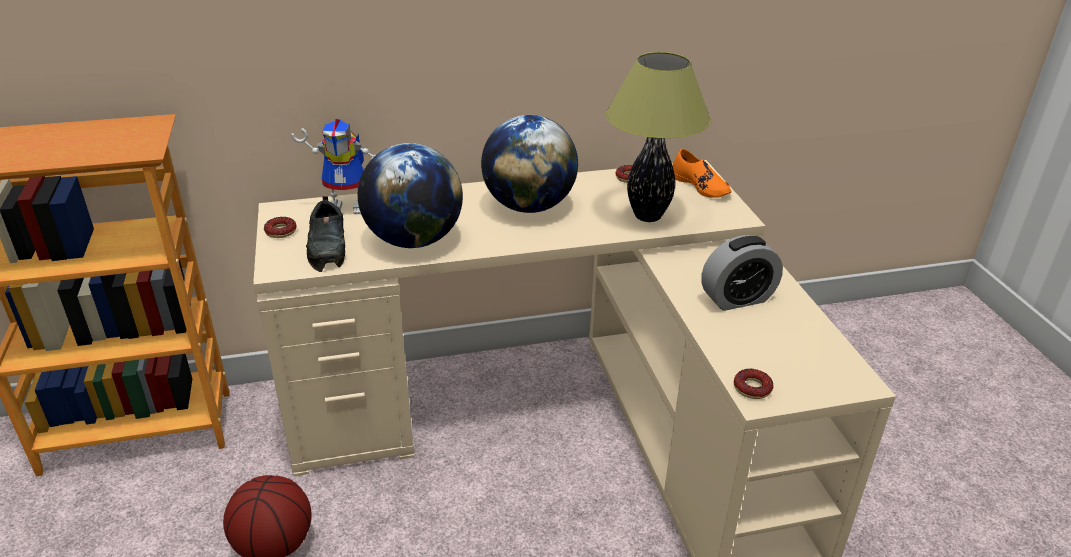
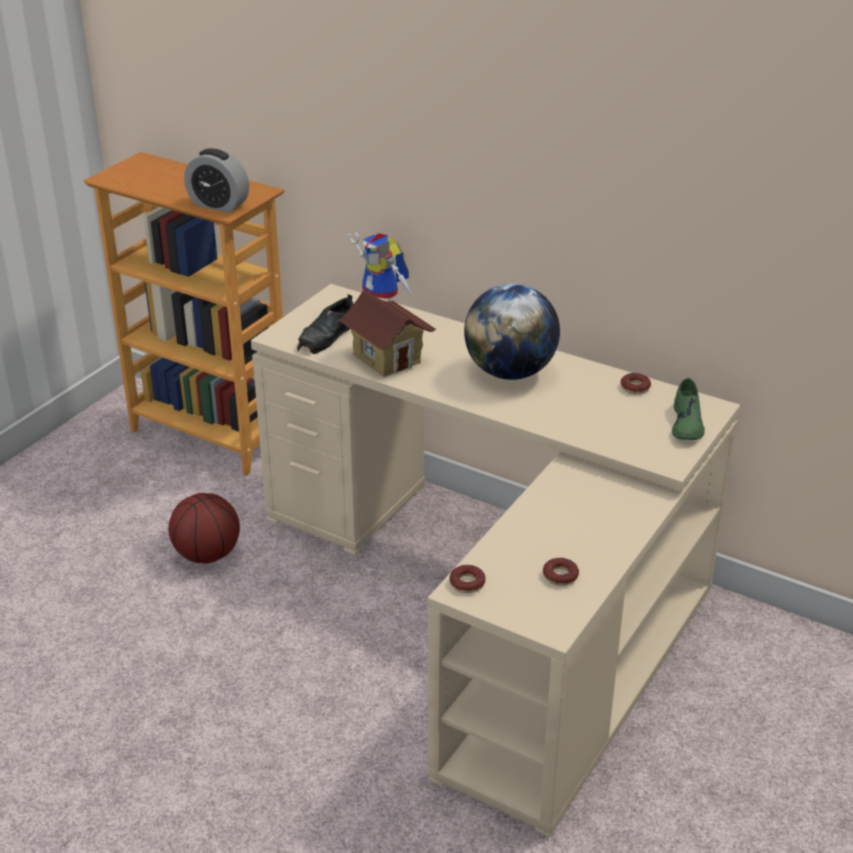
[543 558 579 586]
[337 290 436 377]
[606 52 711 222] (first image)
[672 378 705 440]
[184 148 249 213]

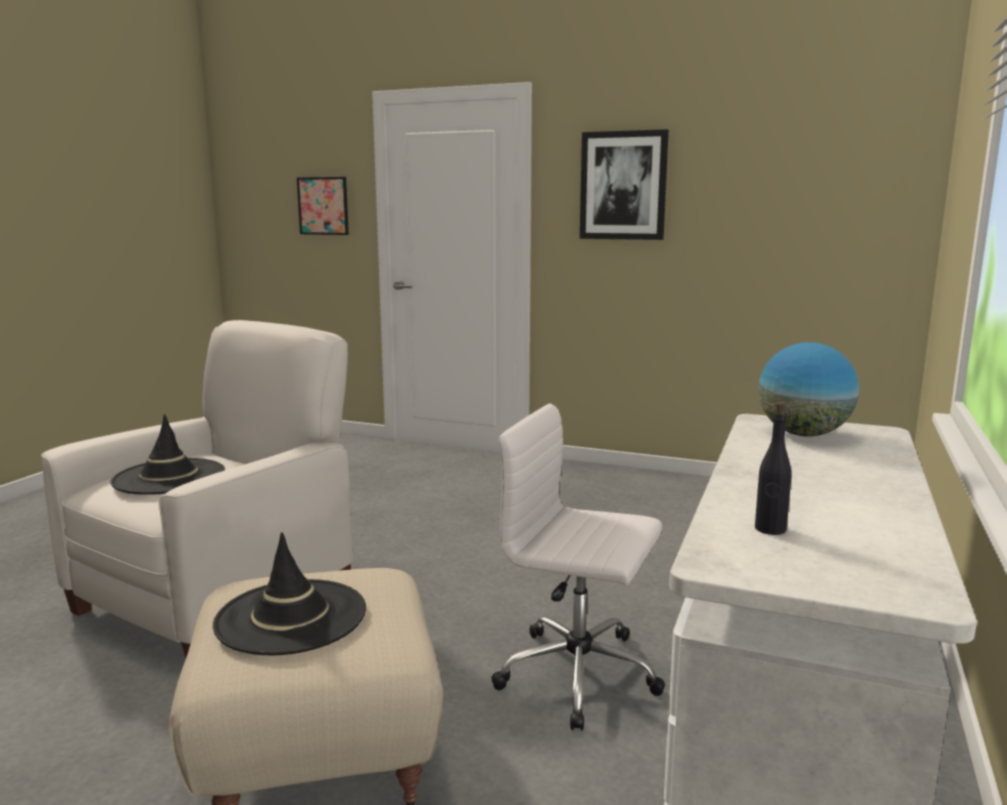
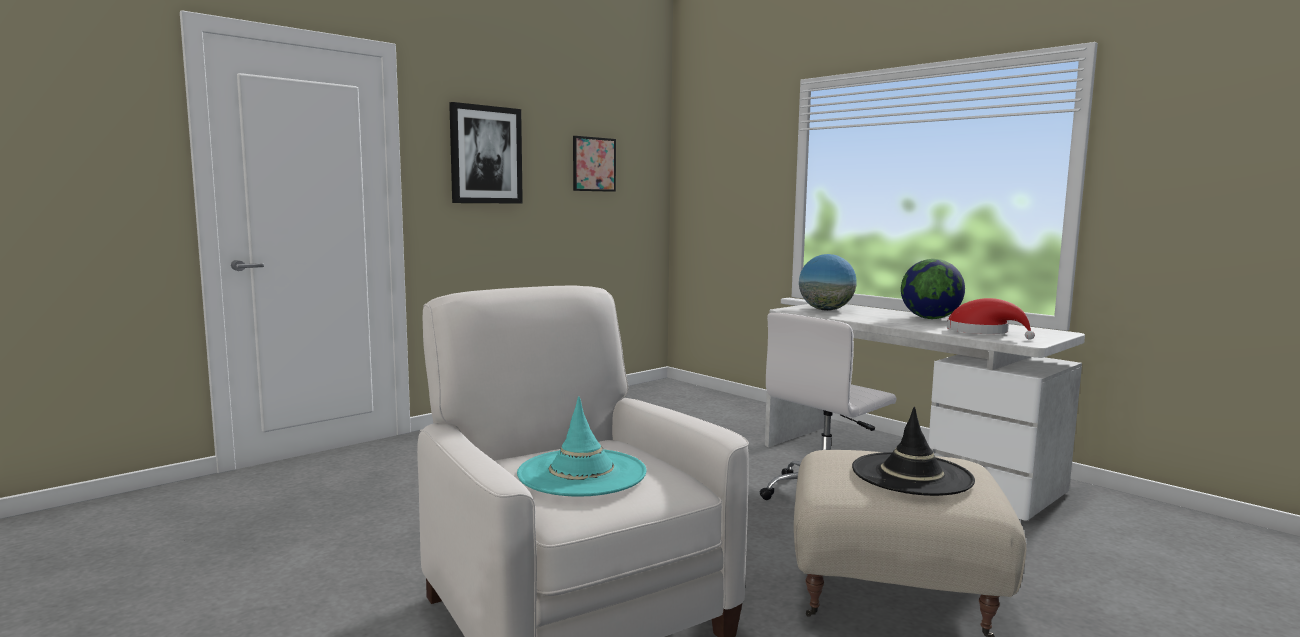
[517 396 647 497]
[573 136 616 192]
[947 298 1035 340]
[901 259 965 319]

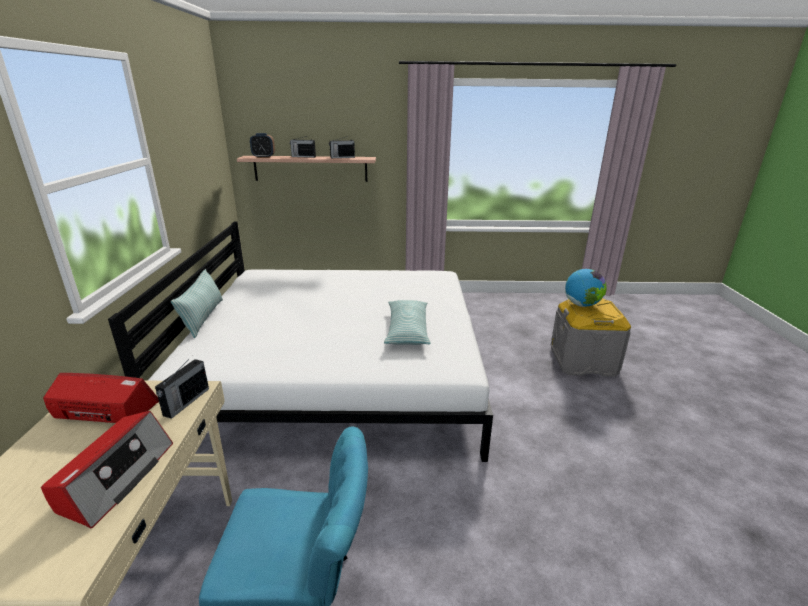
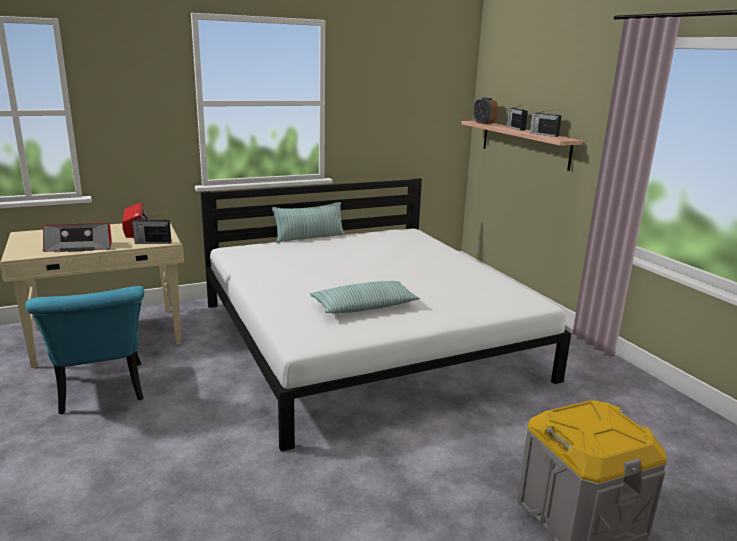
[565 269 607 307] (first image)

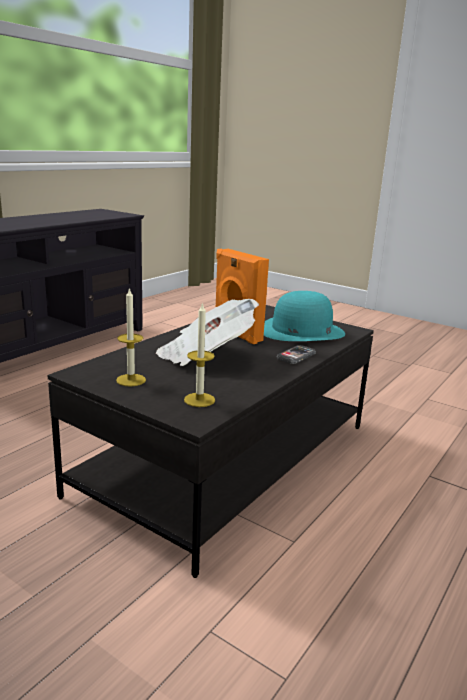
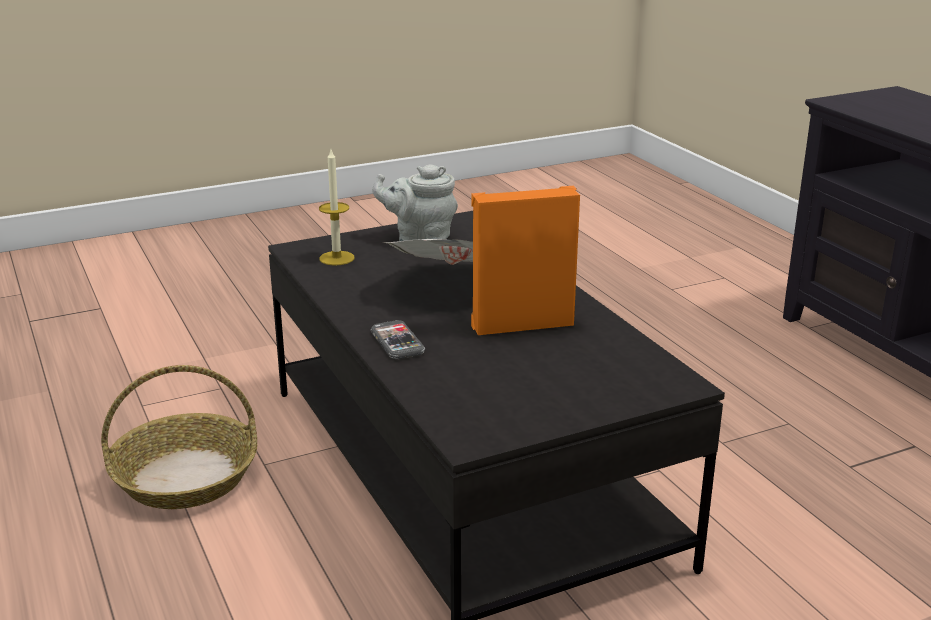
[372 164 458 241]
[264 291 345 341] (first image)
[101 365 257 509]

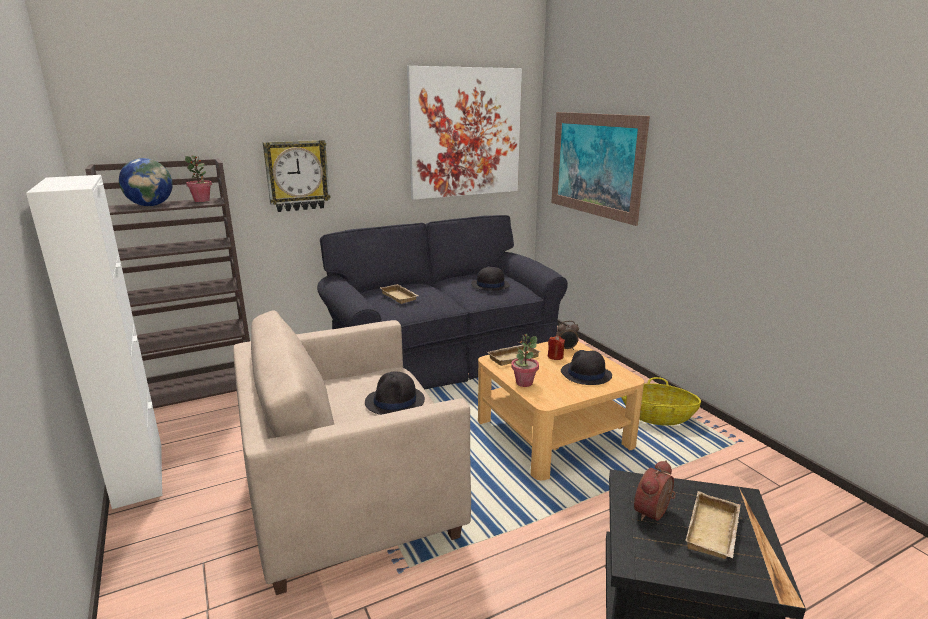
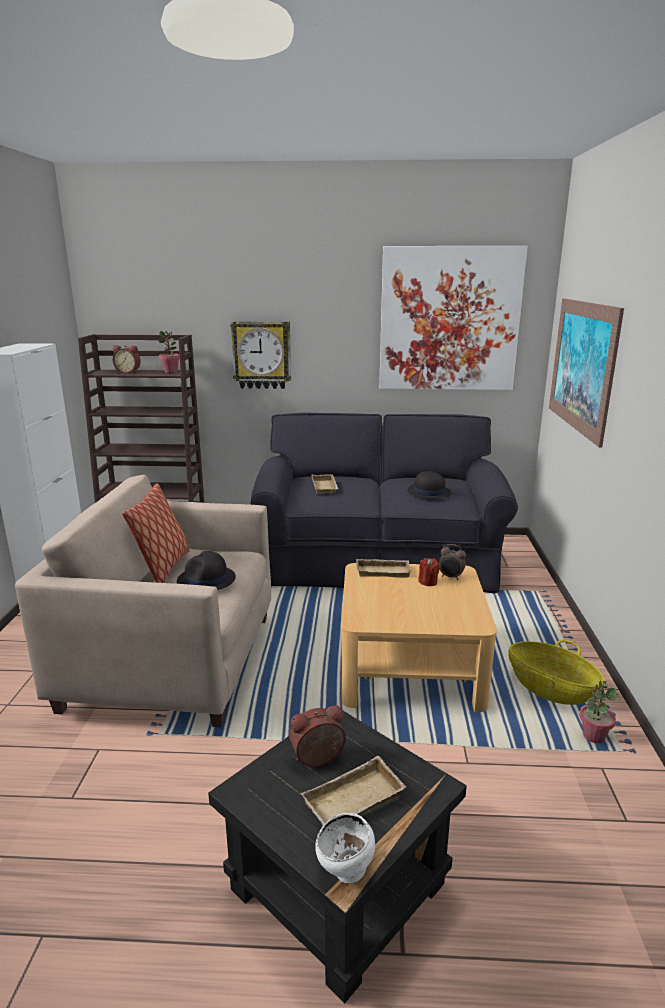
[113 345 141 373]
[579 681 618 743]
[561 350 612 385] (first image)
[122 484 190 583]
[315 813 375 883]

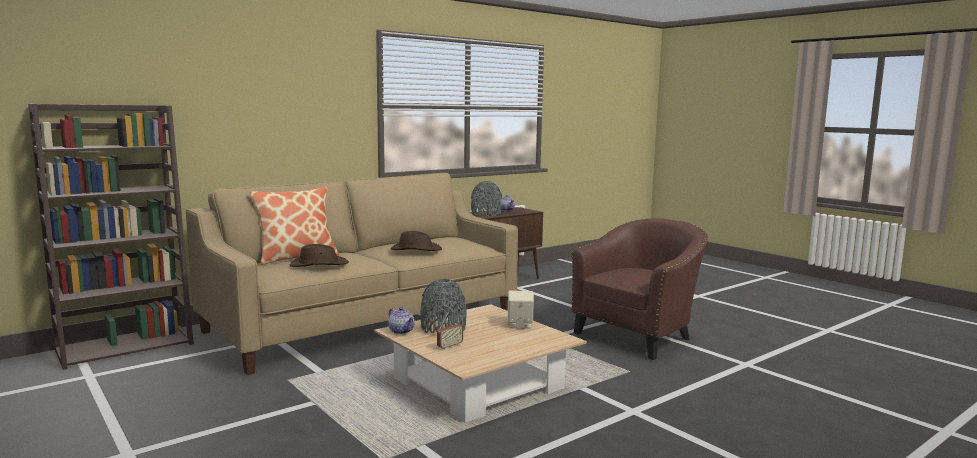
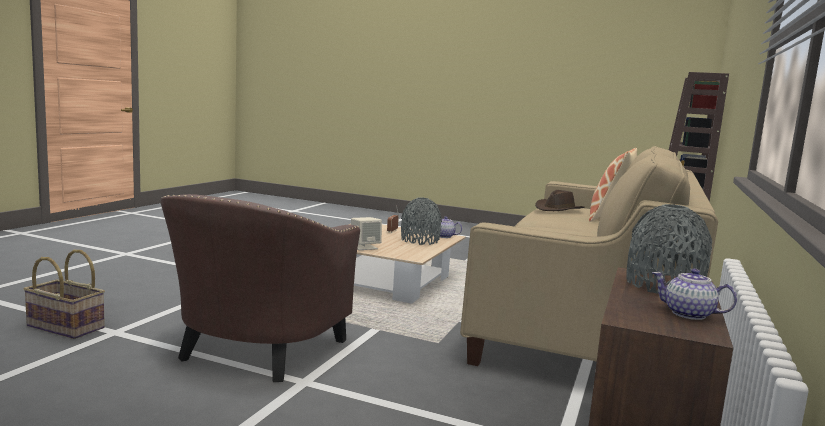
[390 231 442 251] (first image)
[23 250 105 339]

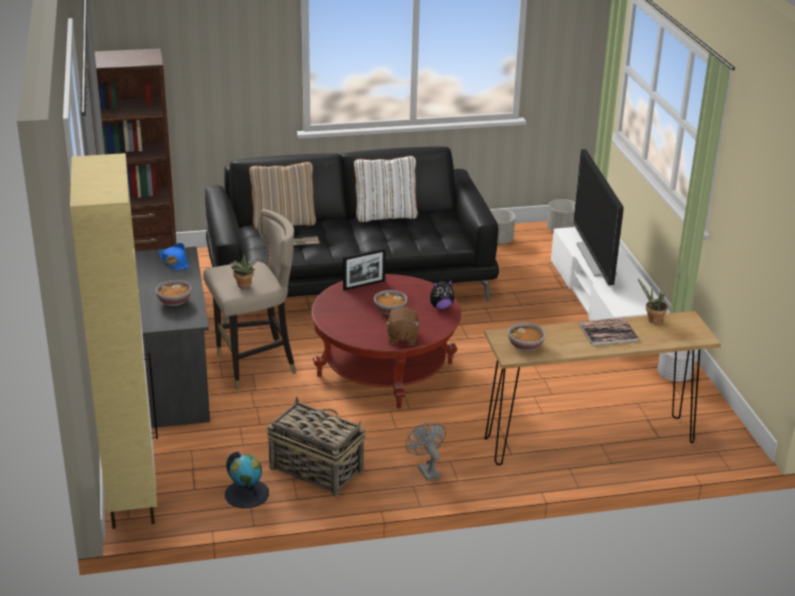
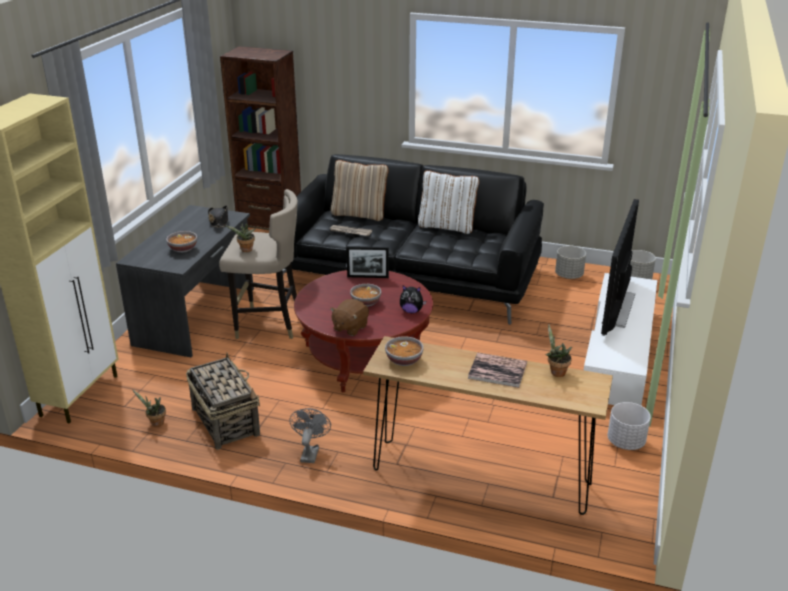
[208 206 228 228]
[132 389 166 427]

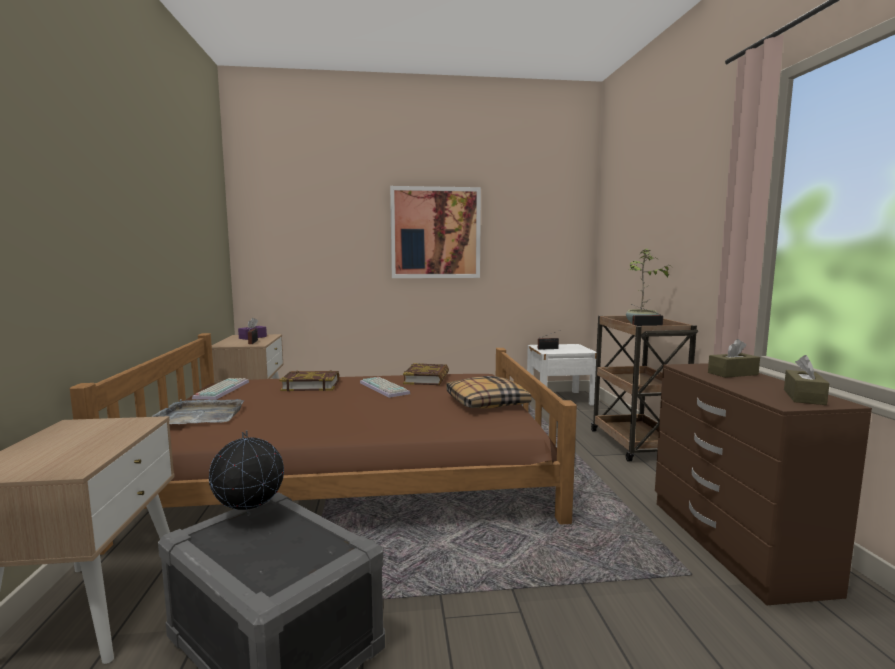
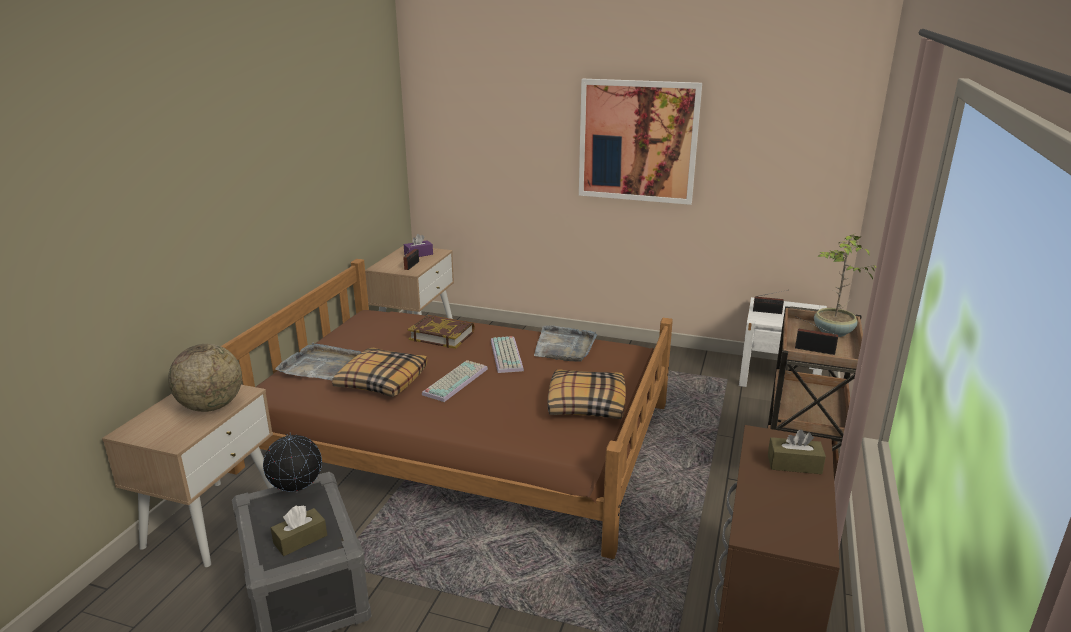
[422 360 488 402]
[534 325 597 362]
[271 506 327 556]
[168 344 242 412]
[332 347 427 397]

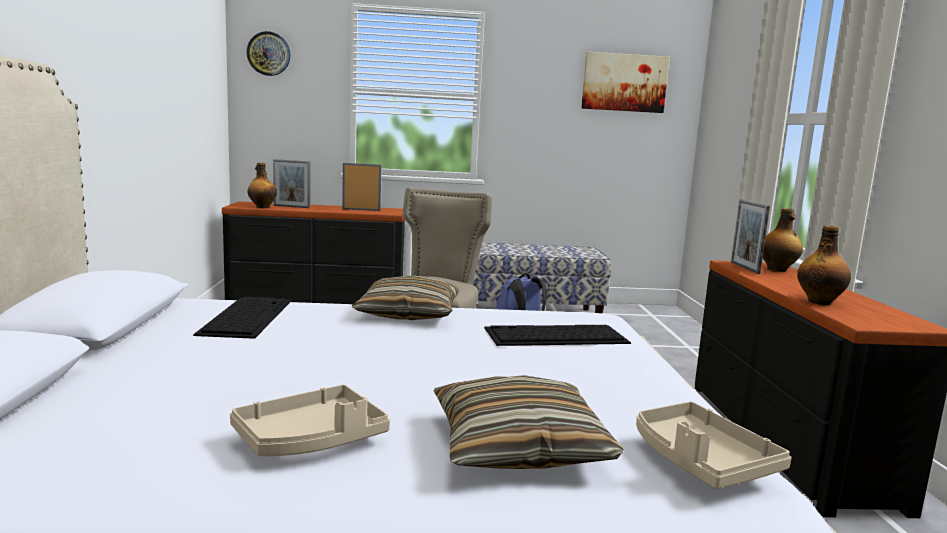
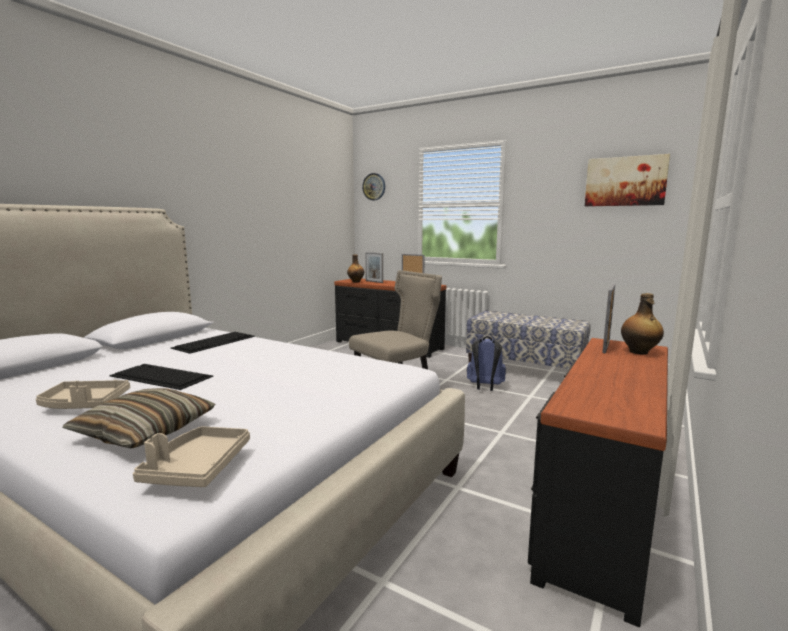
[352 275 459 320] (first image)
[109 364 213 390]
[797 225 851 305] (first image)

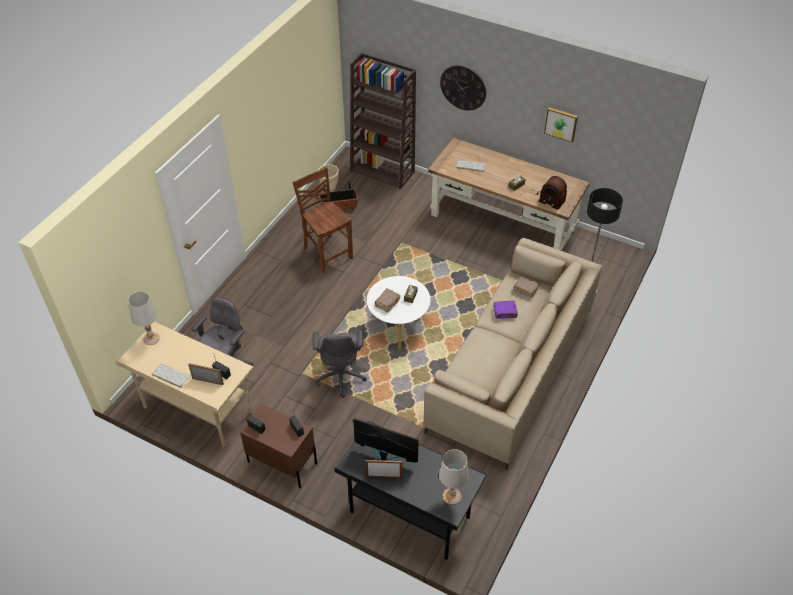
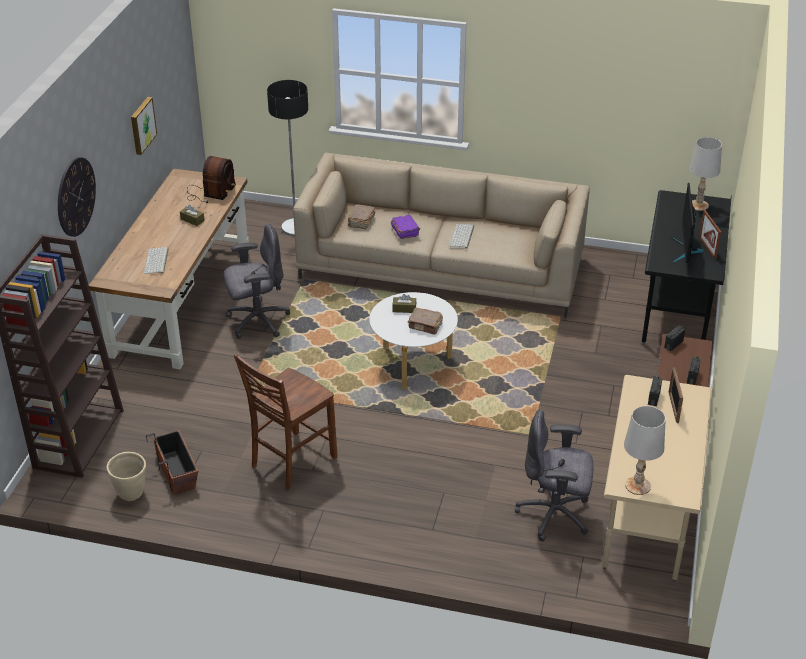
[449 224 474 249]
[224 224 290 339]

